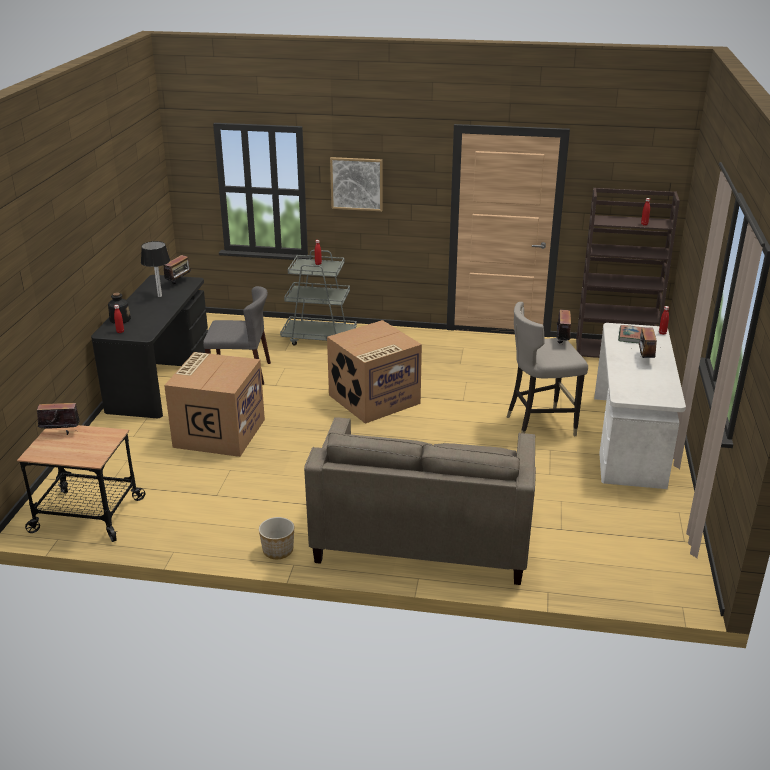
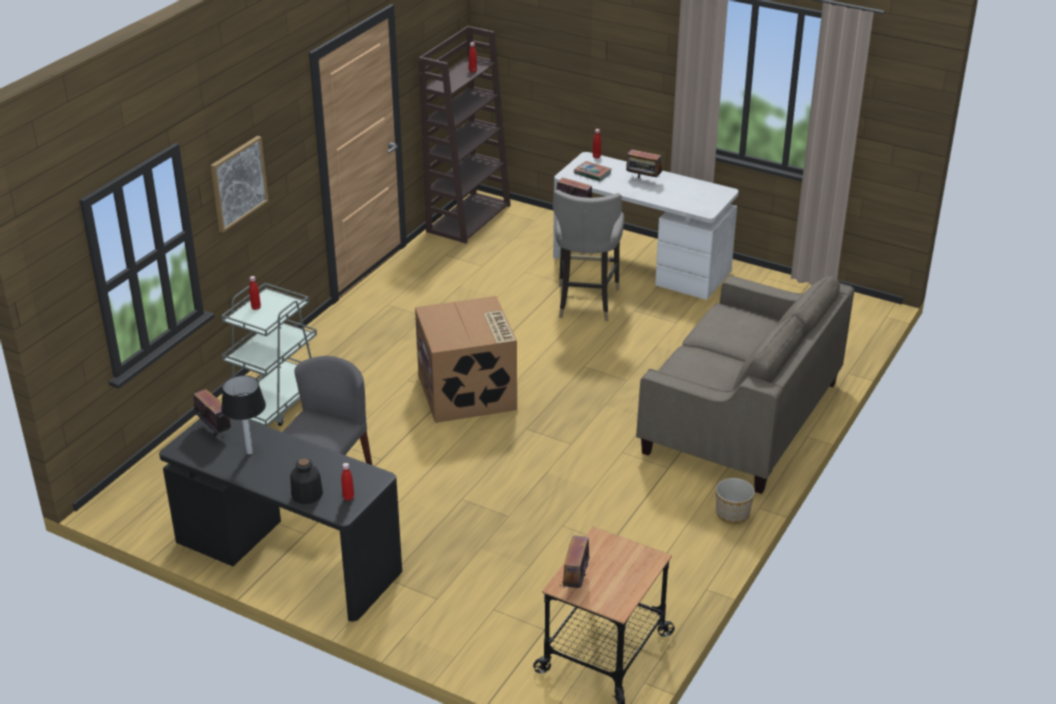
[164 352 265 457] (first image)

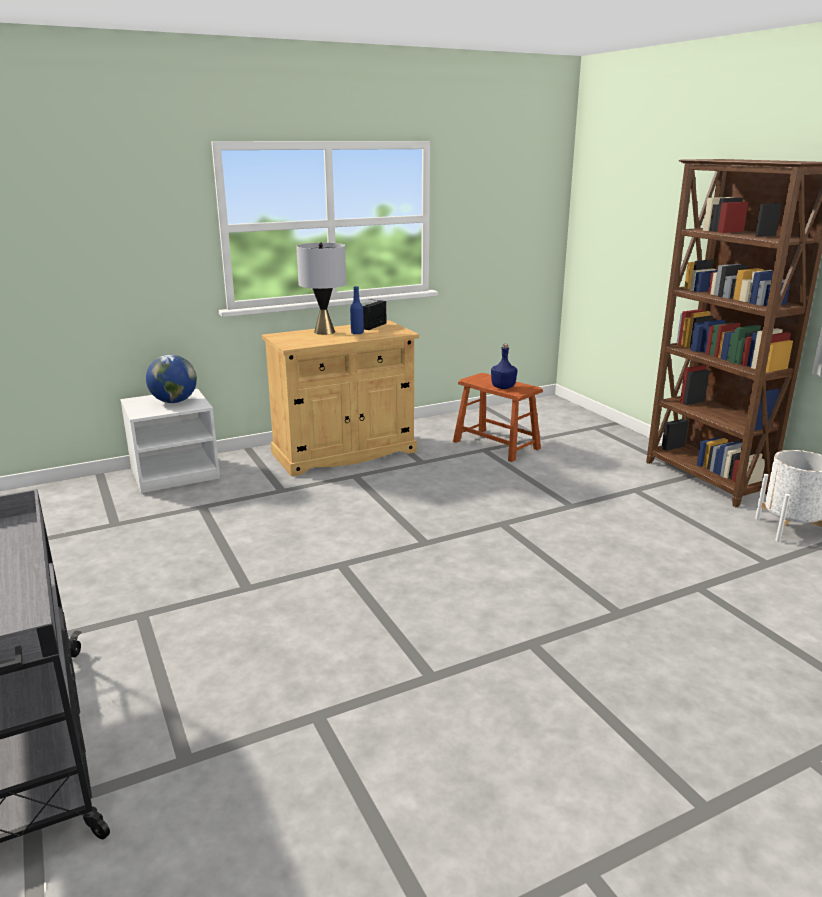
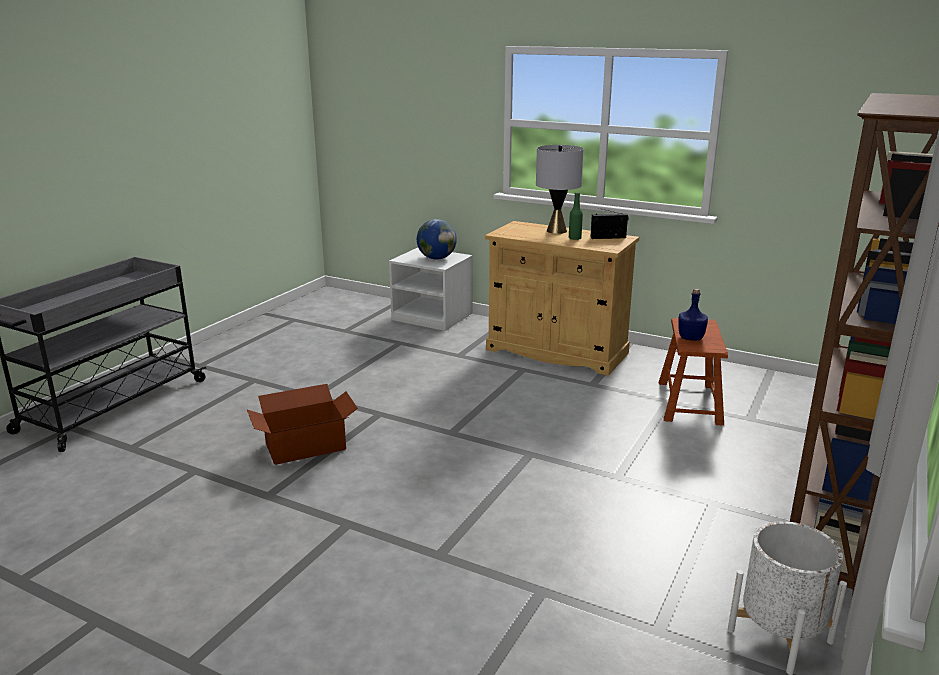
[569 192 583 240]
[247 384 358 465]

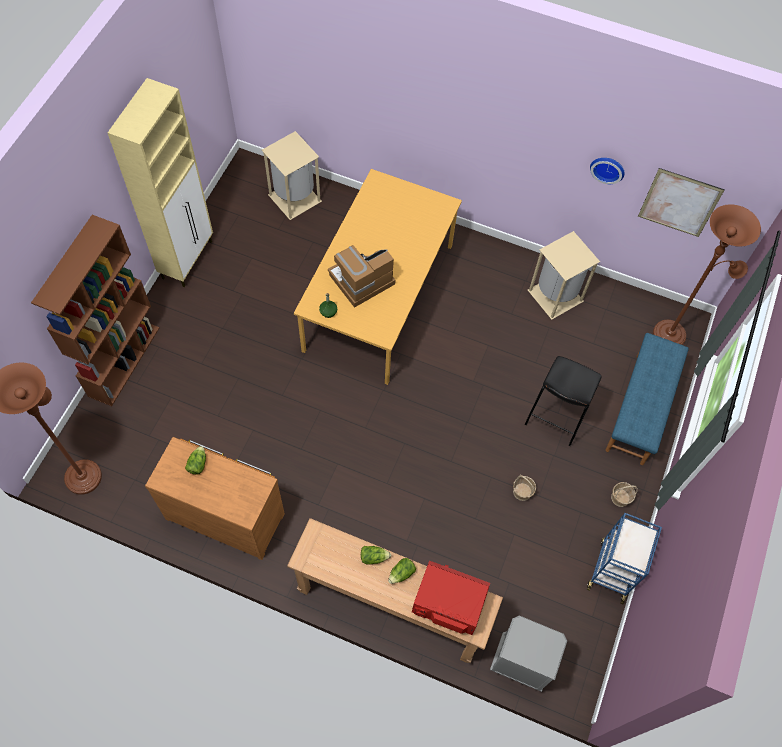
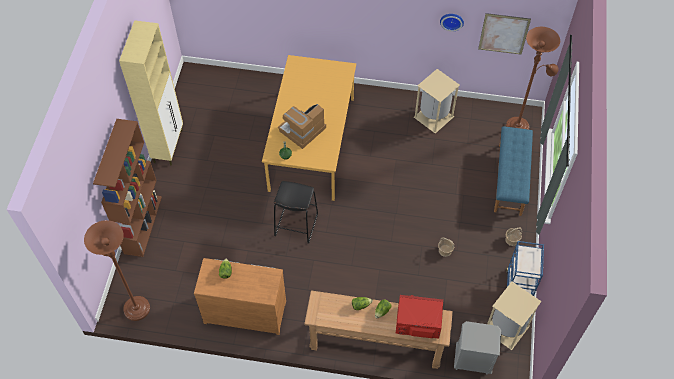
[487 282 542 350]
[274 181 318 244]

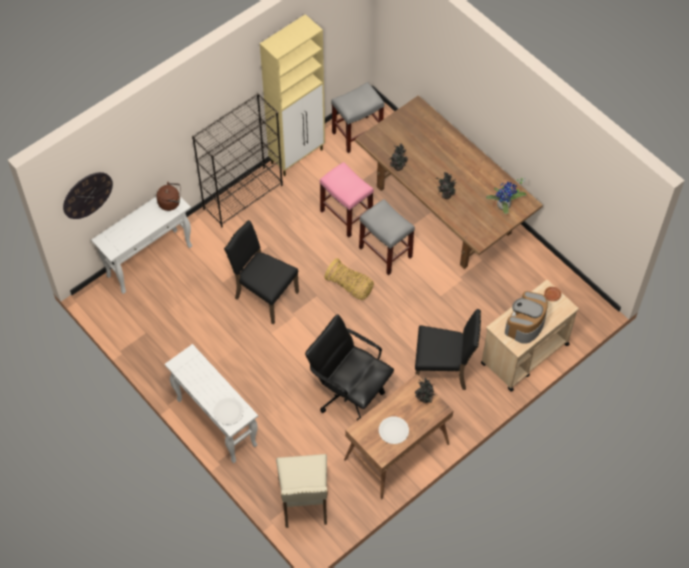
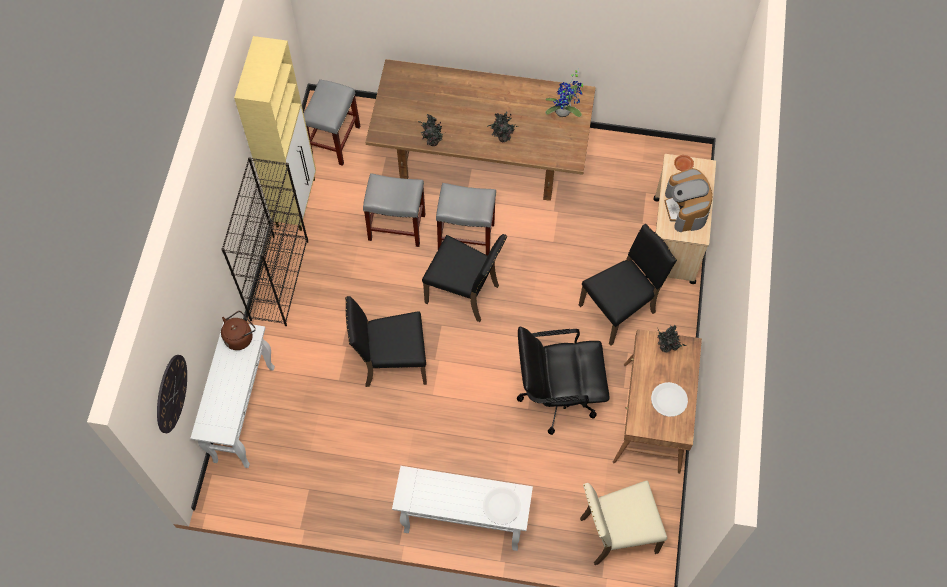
[580 480 668 565]
[363 173 425 247]
[422 234 507 322]

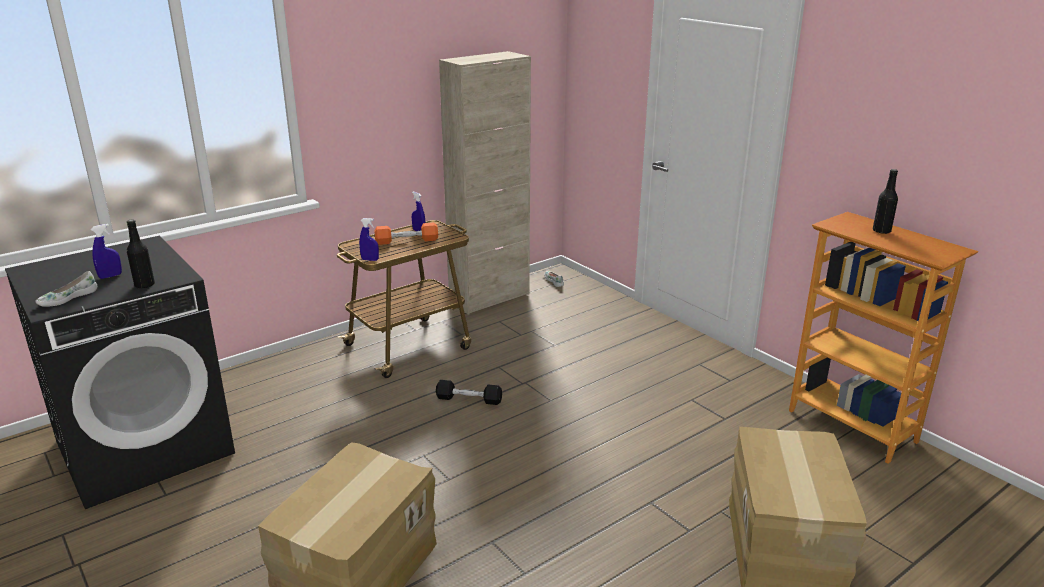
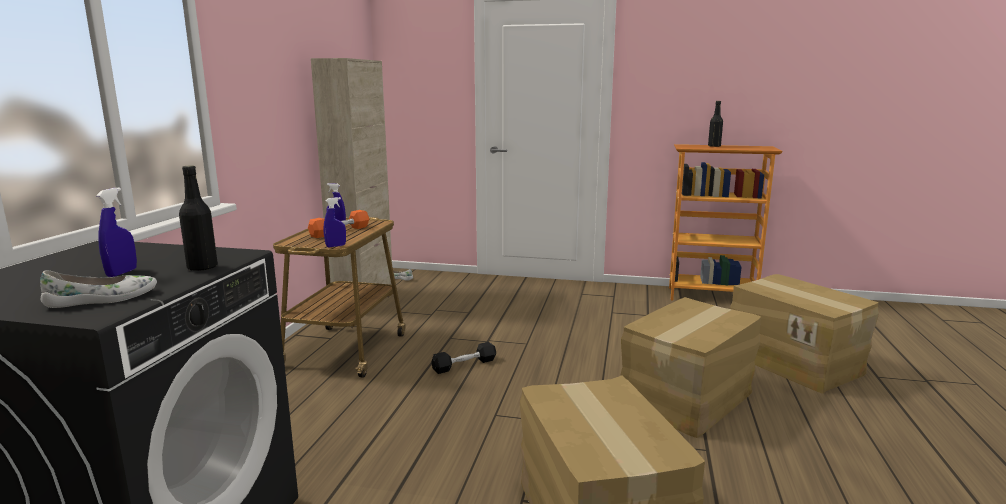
[40 270 157 308]
[620 297 761 438]

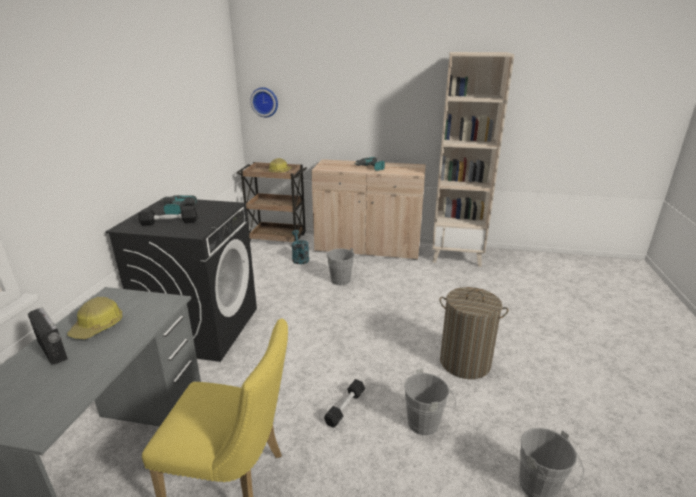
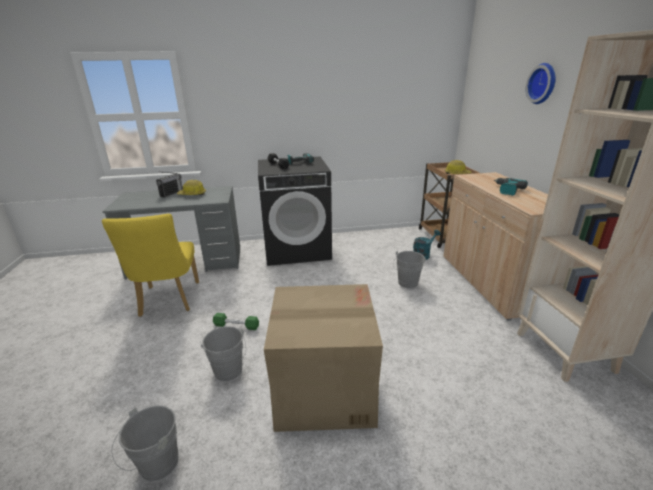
[526 63 556 104]
[213 313 259 330]
[264 284 383 432]

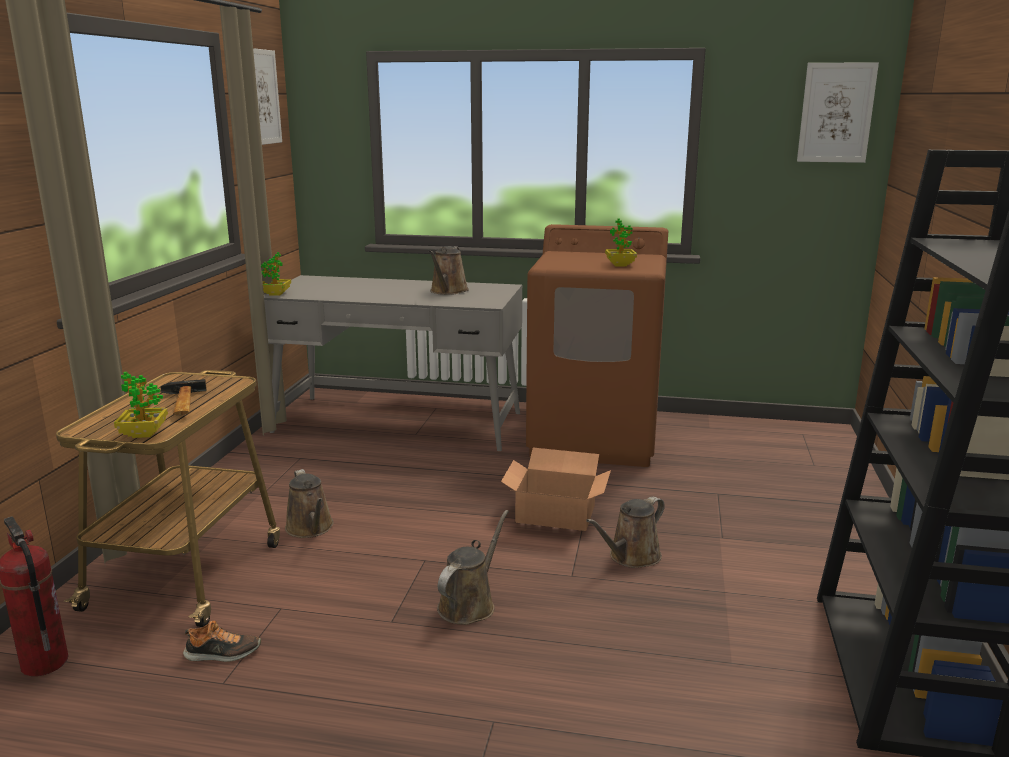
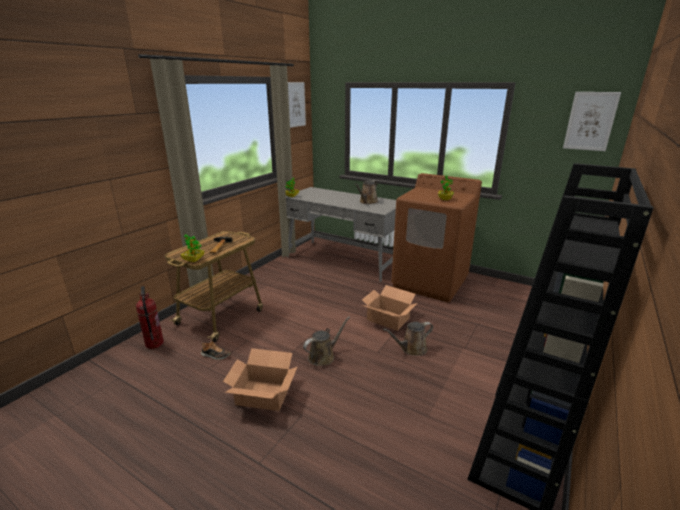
[285 469 334 538] (first image)
[223 348 297 411]

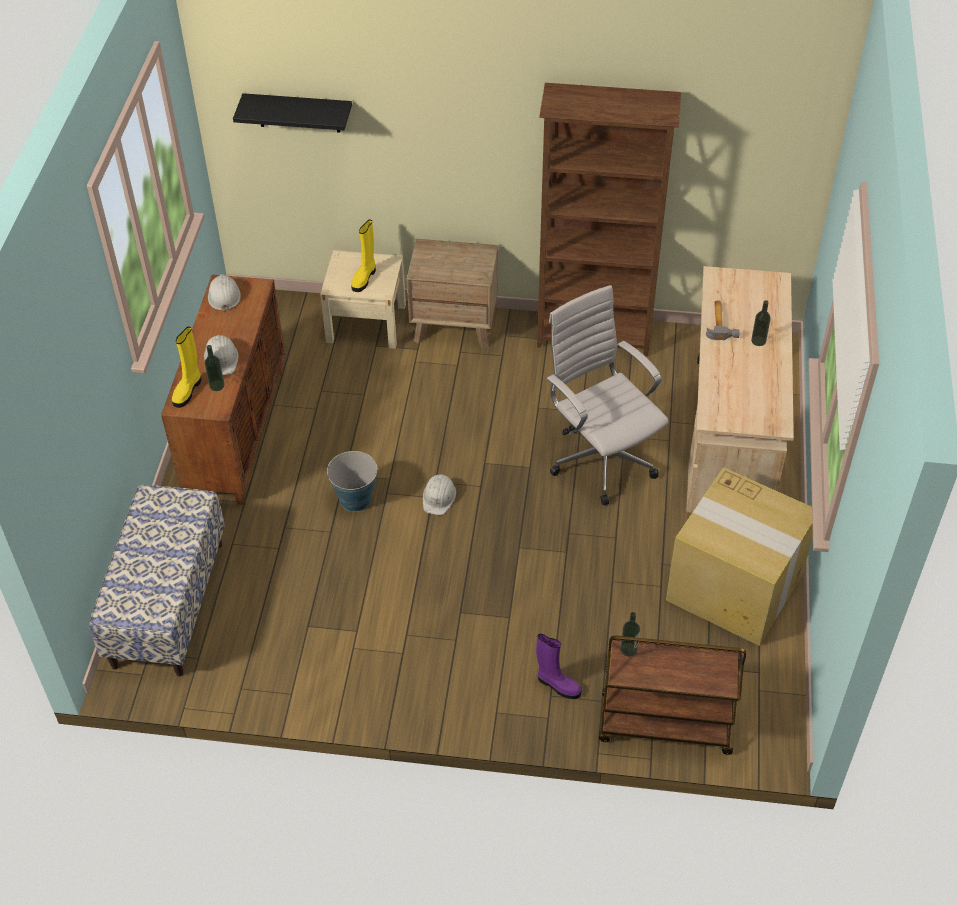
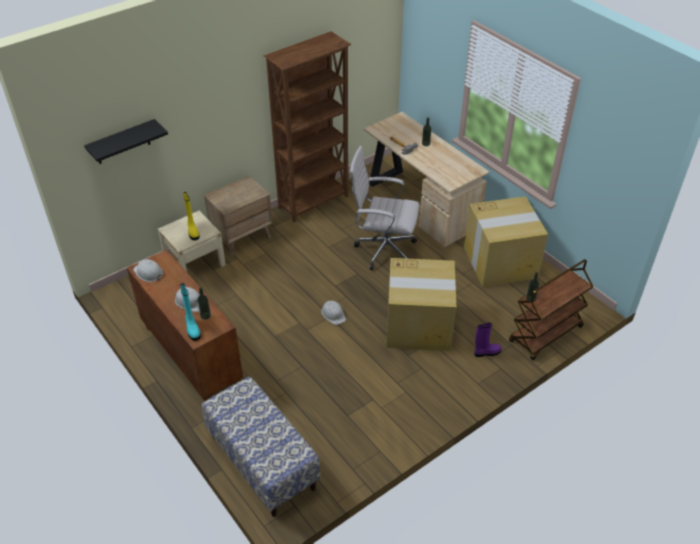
[180 283 201 341]
[327 451 379 512] (first image)
[387 258 456 351]

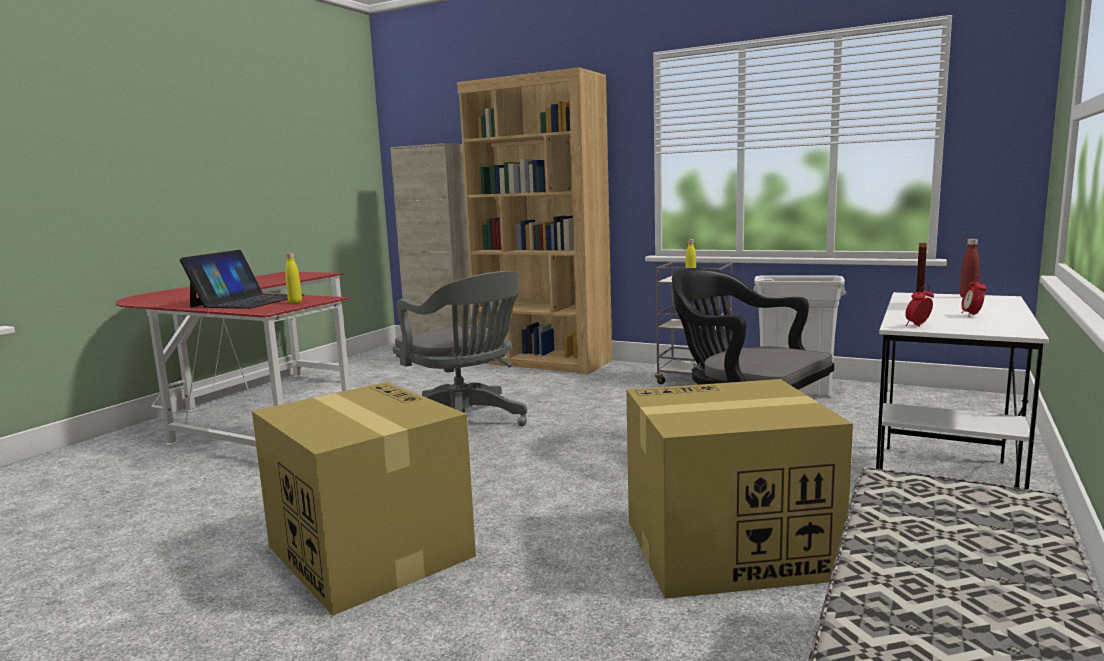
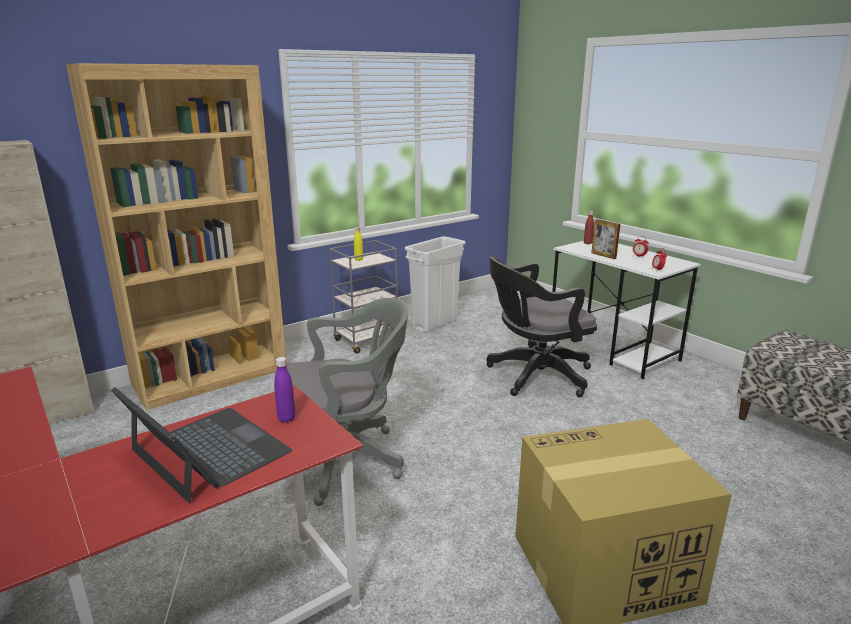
[274 357 295 423]
[626 379 853 599] (first image)

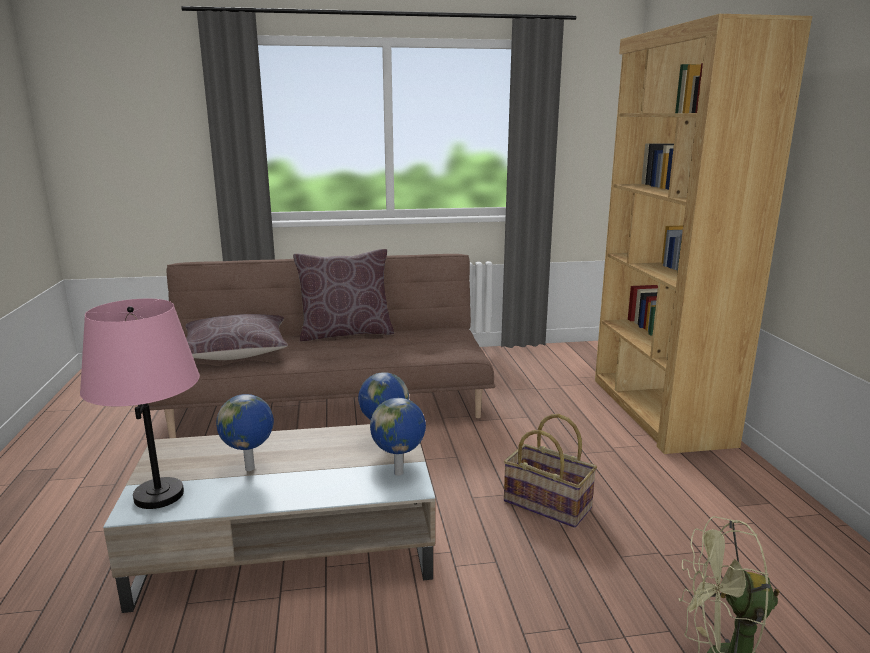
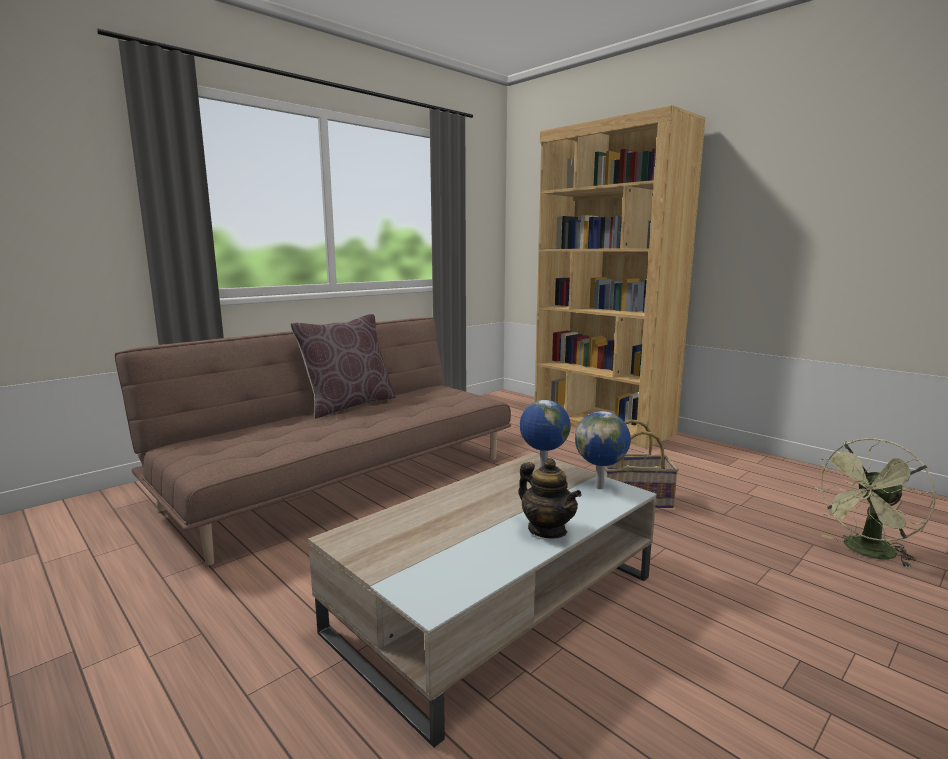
[80 299 200 509] (first image)
[185 314 288 360] (first image)
[216 394 274 471] (first image)
[518 458 582 538]

